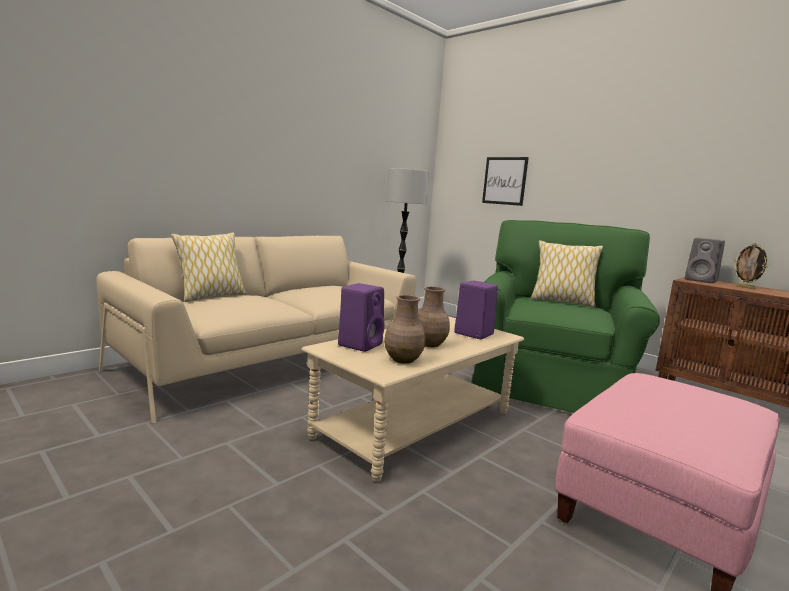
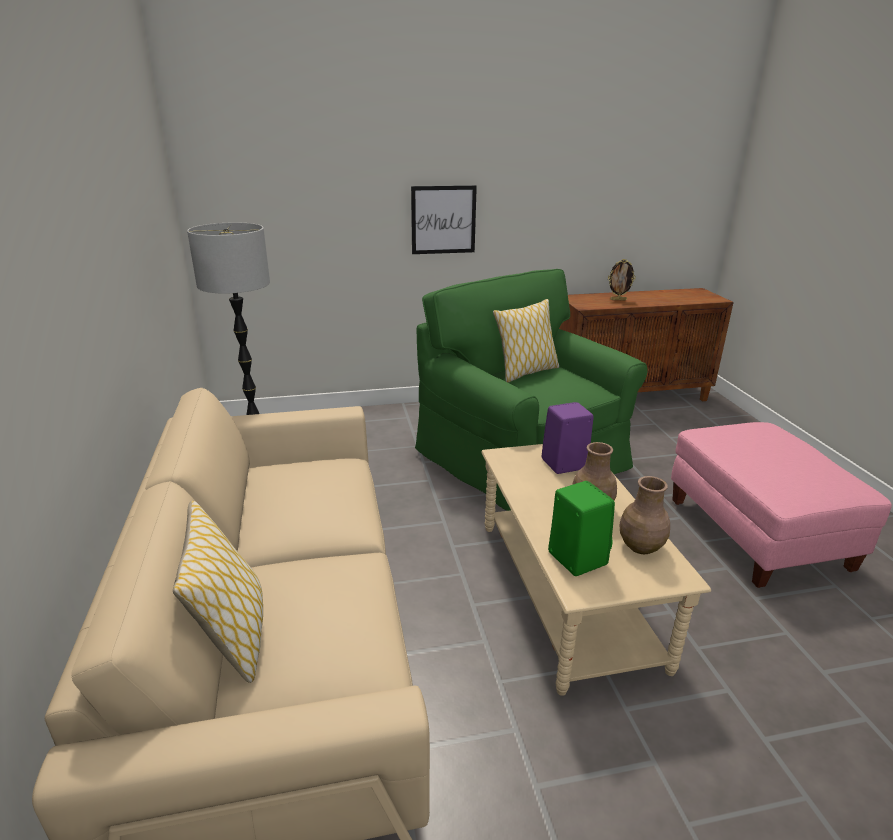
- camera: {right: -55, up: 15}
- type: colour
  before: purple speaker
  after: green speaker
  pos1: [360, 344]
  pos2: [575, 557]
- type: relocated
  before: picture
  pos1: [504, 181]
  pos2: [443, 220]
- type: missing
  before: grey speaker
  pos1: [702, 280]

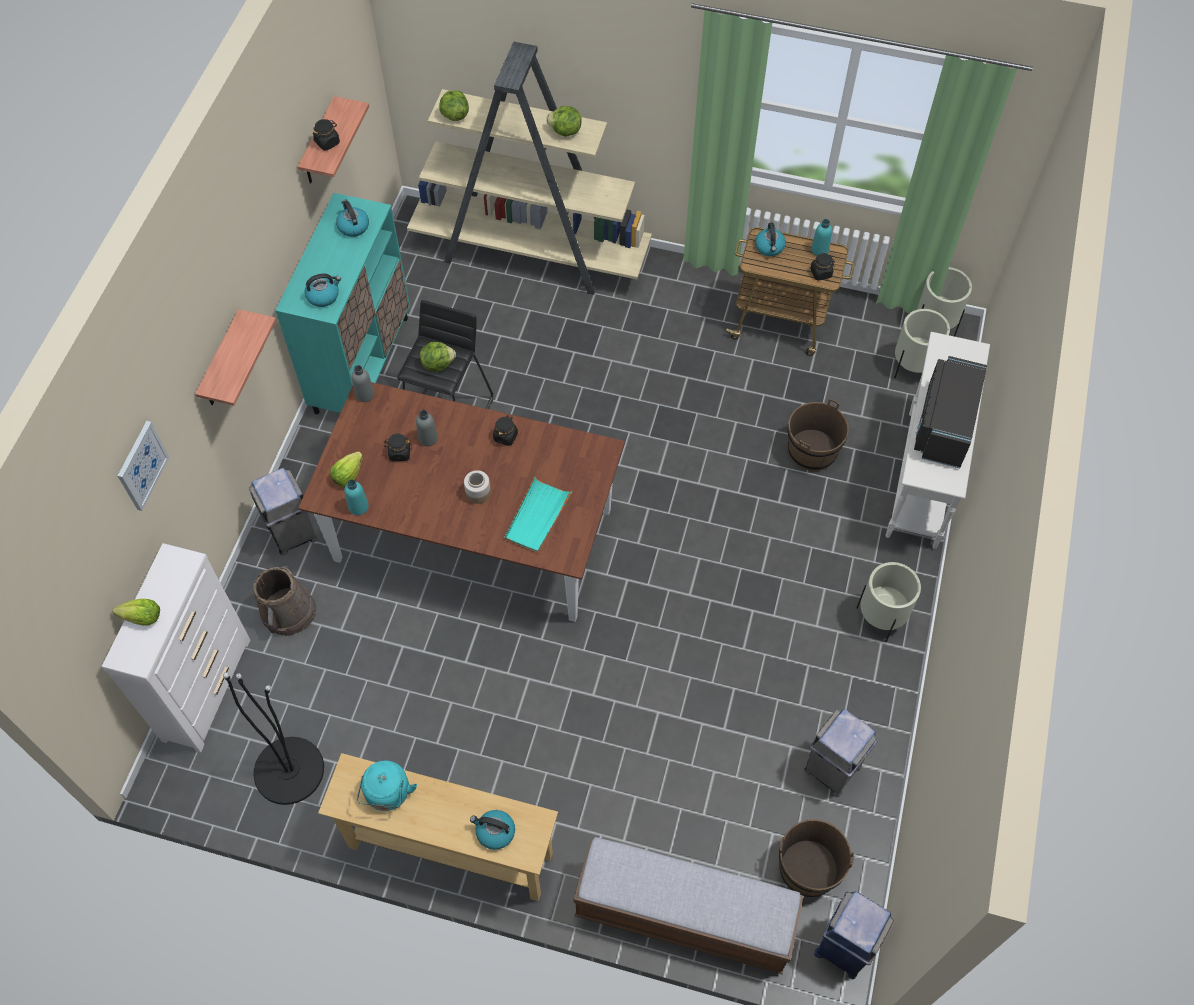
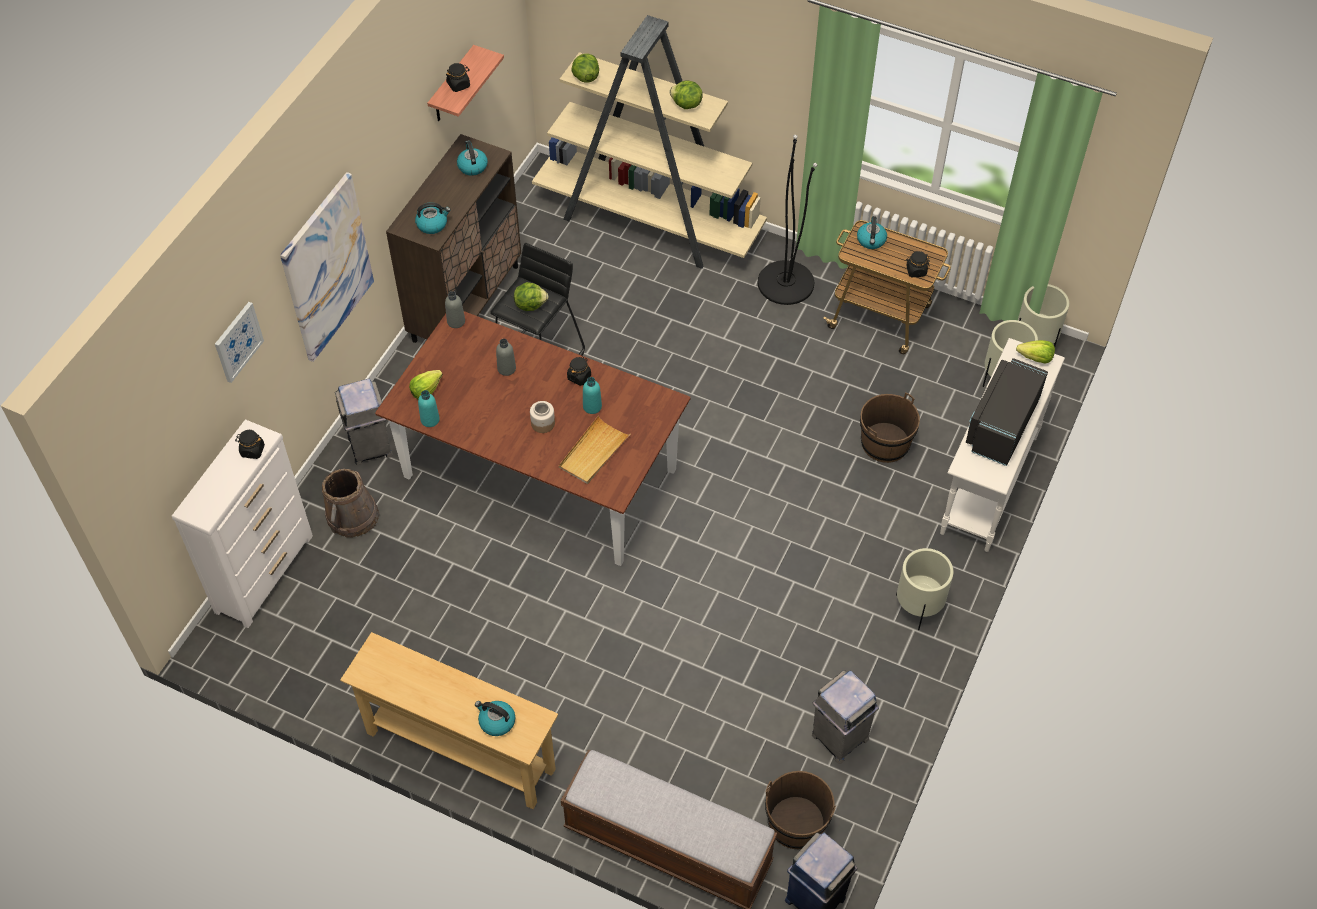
- camera: {right: 10, up: -5}
- type: relocated
  before: lettuce
  pos1: [142, 618]
  pos2: [1035, 358]
- type: exchanged
  before: shelf
  after: picture
  pos1: [221, 362]
  pos2: [327, 267]
- type: relocated
  before: black floor lamp
  pos1: [289, 770]
  pos2: [785, 283]
- type: colour
  before: turquoise cabinet
  after: brown cabinet
  pos1: [362, 364]
  pos2: [466, 302]
- type: missing
  before: turquoise kettle
  pos1: [387, 795]
- type: relocated
  before: black jar
  pos1: [399, 453]
  pos2: [252, 450]
- type: colour
  before: turquoise tray
  after: beige tray
  pos1: [537, 517]
  pos2: [593, 452]
- type: relocated
  before: turquoise bottle
  pos1: [820, 249]
  pos2: [592, 406]

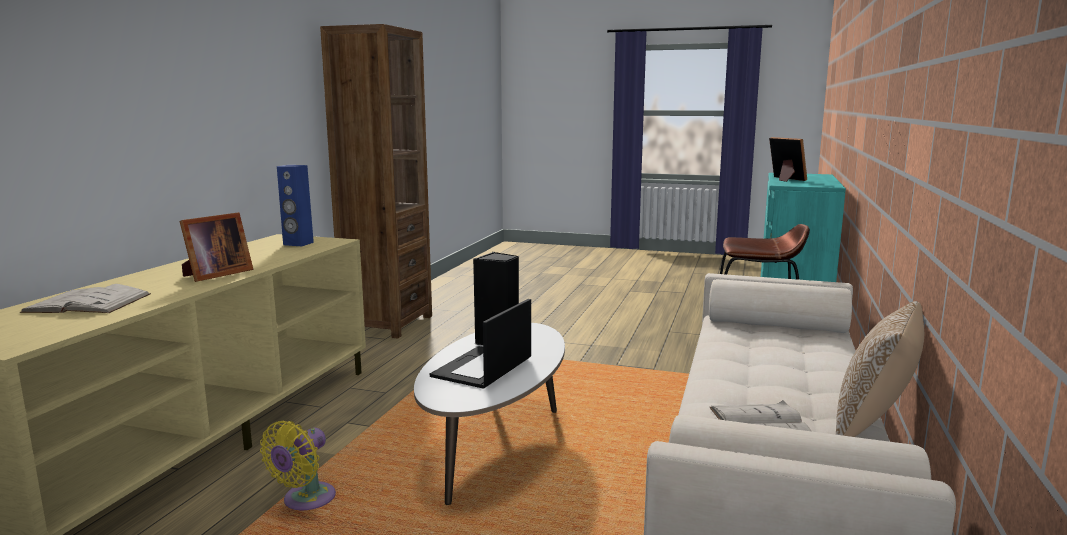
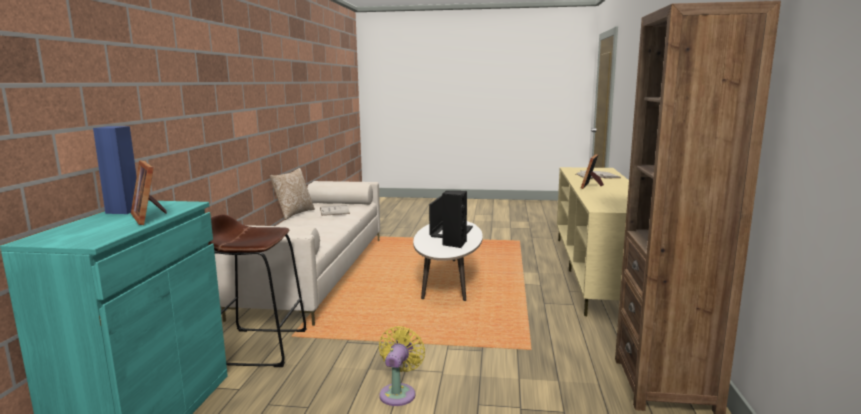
- camera: {right: 170, up: 0}
- type: relocated
  before: yellow fan
  pos1: [305, 501]
  pos2: [399, 393]
- type: relocated
  before: blue speaker
  pos1: [298, 244]
  pos2: [123, 211]

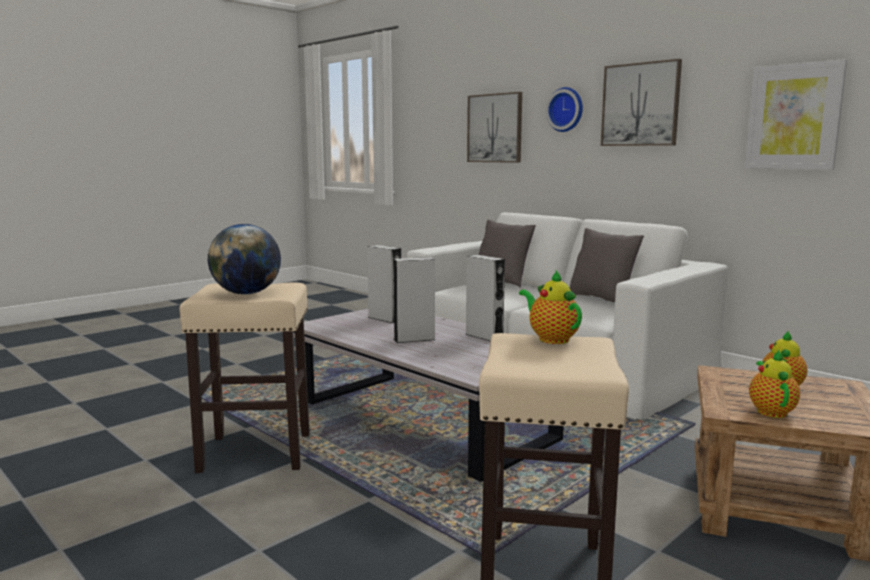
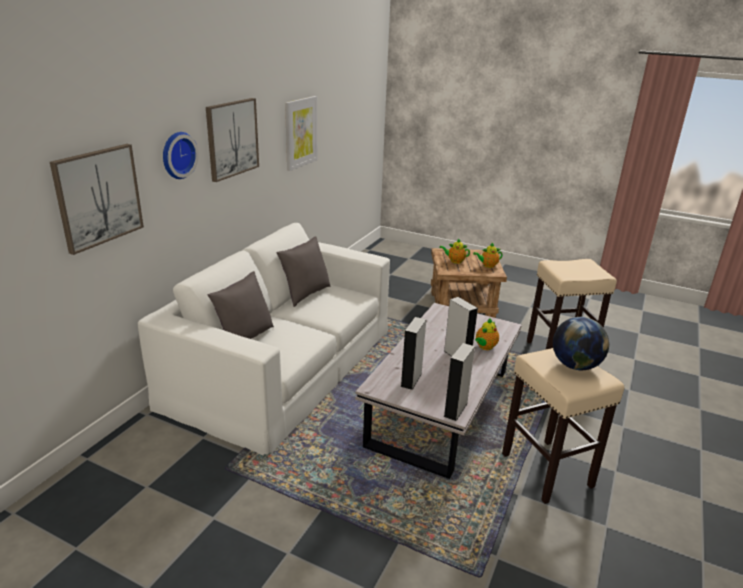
- camera: {right: -110, up: 15}
- type: relocated
  before: grey speaker
  pos1: [484, 336]
  pos2: [455, 409]
- type: relocated
  before: teapot
  pos1: [551, 339]
  pos2: [485, 347]

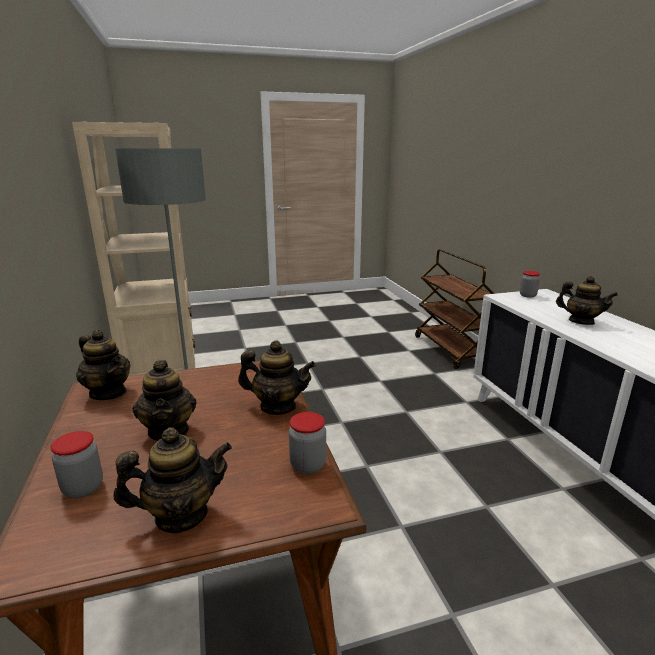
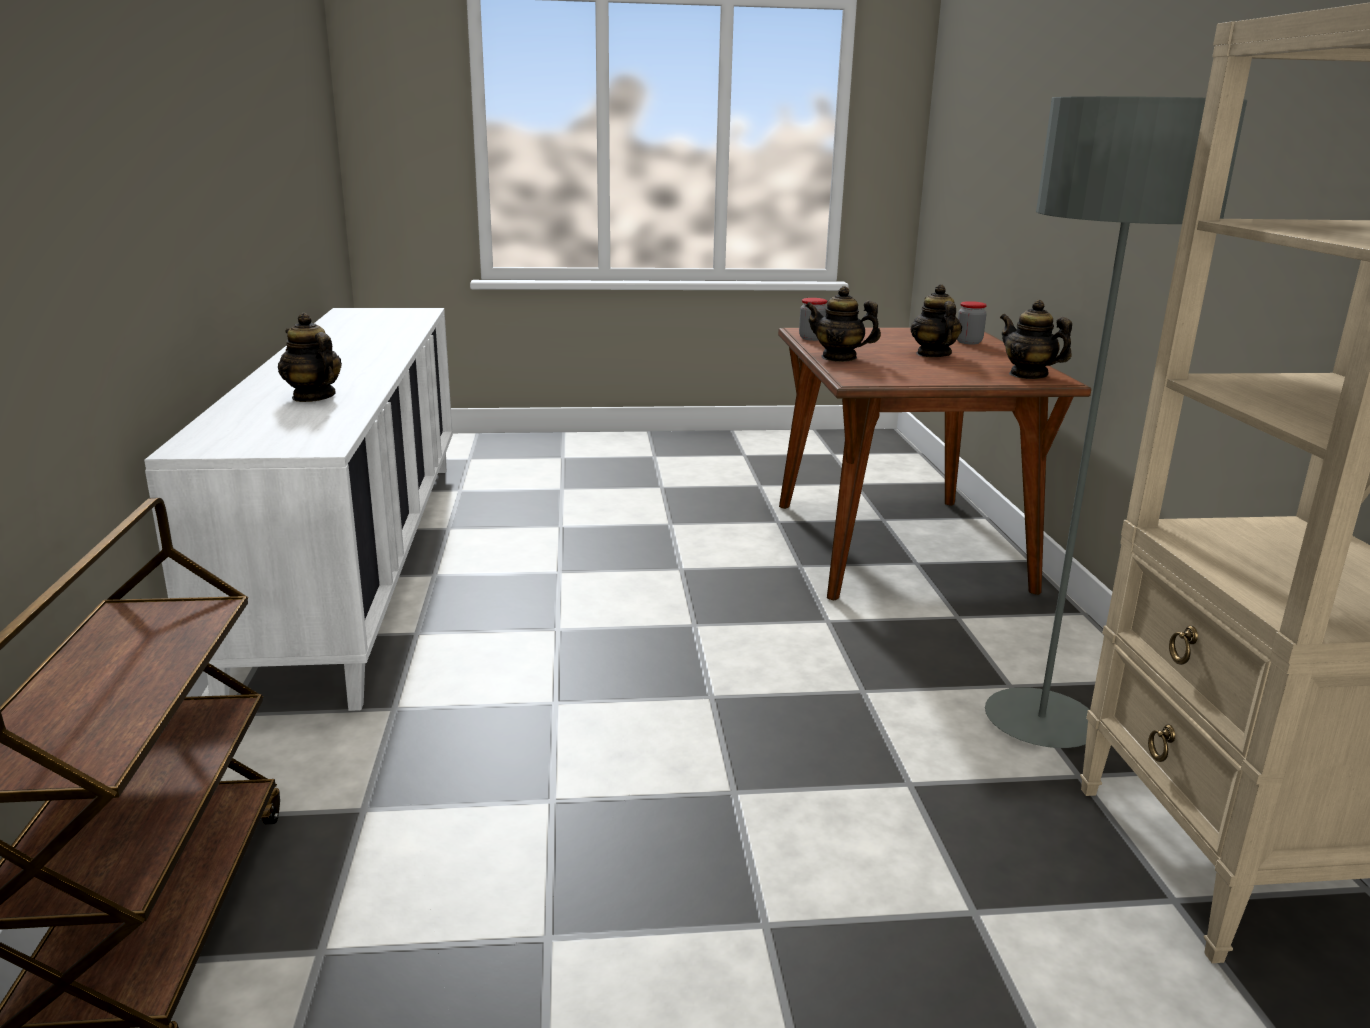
- camera: {right: -170, up: 0}
- type: missing
  before: teapot
  pos1: [181, 515]
- type: missing
  before: jar
  pos1: [527, 295]

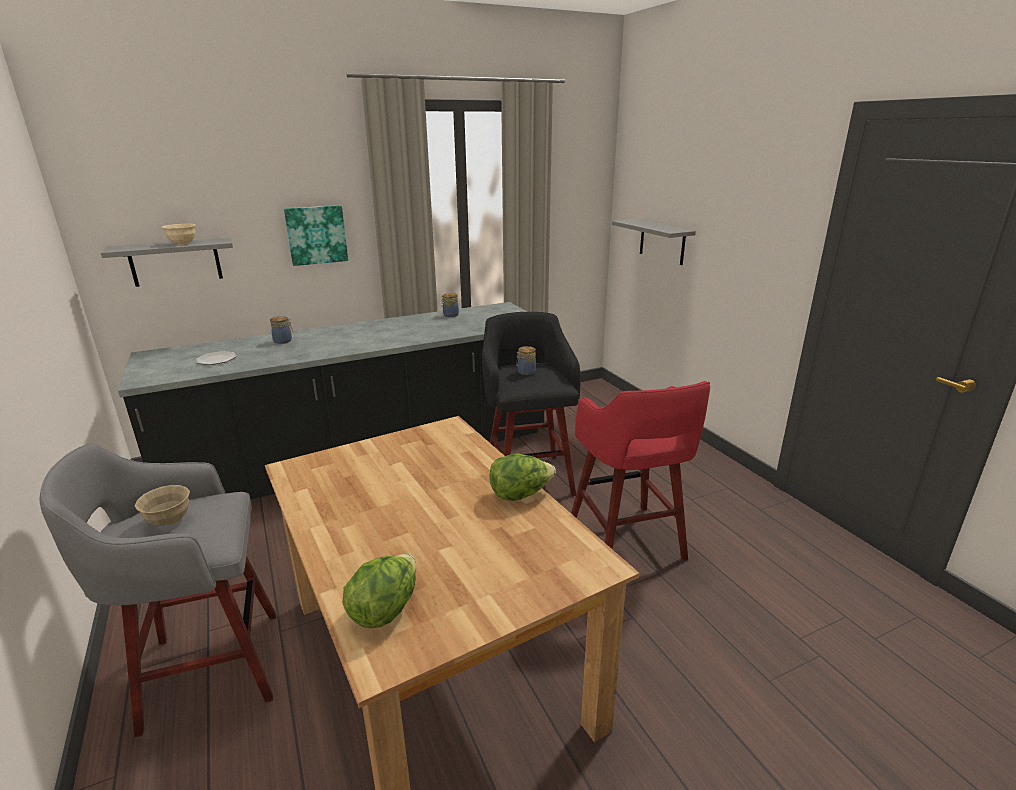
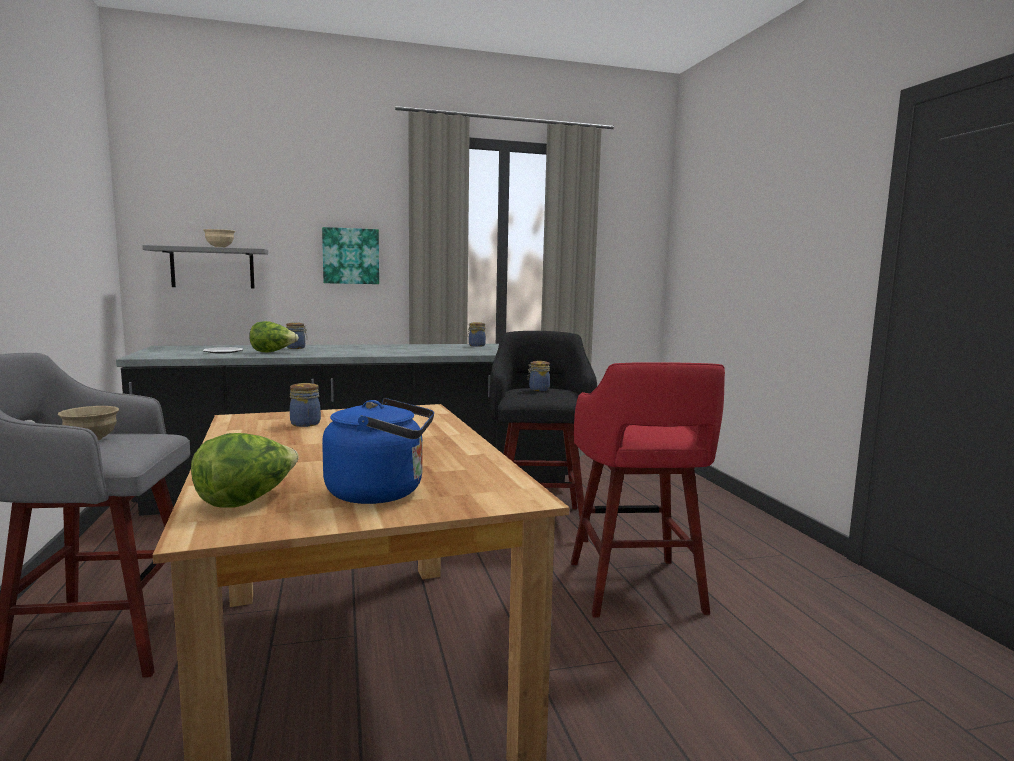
- camera: {right: 10, up: -15}
- type: relocated
  before: lettuce
  pos1: [520, 494]
  pos2: [272, 352]
- type: missing
  before: grey shelf
  pos1: [662, 242]
- type: appeared
  after: jar
  pos2: [306, 423]
- type: appeared
  after: blue kettle
  pos2: [381, 492]

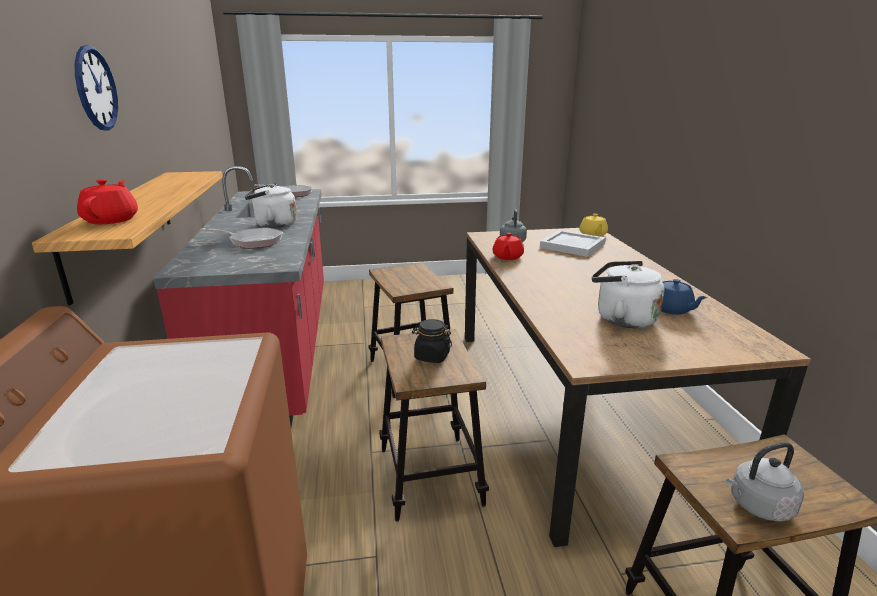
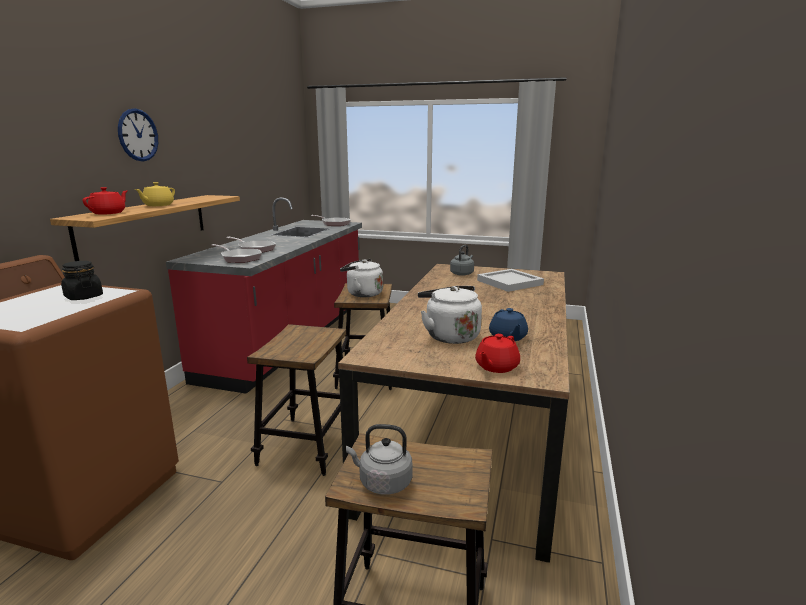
- camera: {right: 25, up: -5}
- type: relocated
  before: white kettle
  pos1: [273, 224]
  pos2: [362, 294]
- type: relocated
  before: black jar
  pos1: [431, 356]
  pos2: [83, 297]
- type: relocated
  before: red teapot
  pos1: [507, 257]
  pos2: [496, 367]
- type: relocated
  before: yellow teapot
  pos1: [592, 235]
  pos2: [158, 205]
- type: appeared
  after: frying pan
  pos2: [239, 258]

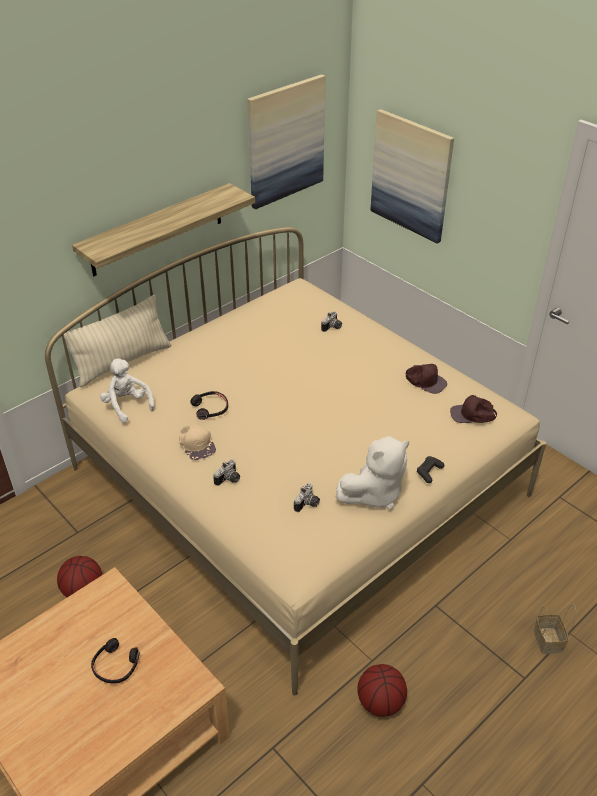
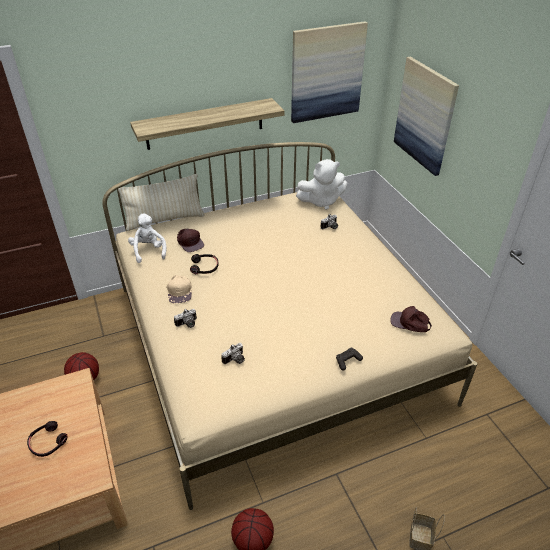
- camera: {right: 20, up: 0}
- type: relocated
  before: white plush toy
  pos1: [374, 493]
  pos2: [321, 201]
- type: relocated
  before: brown cap
  pos1: [425, 381]
  pos2: [190, 242]

